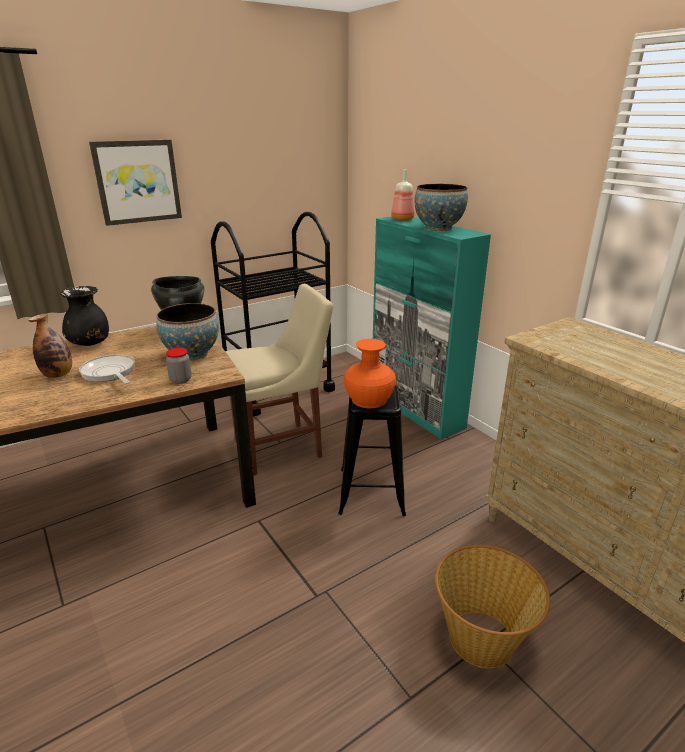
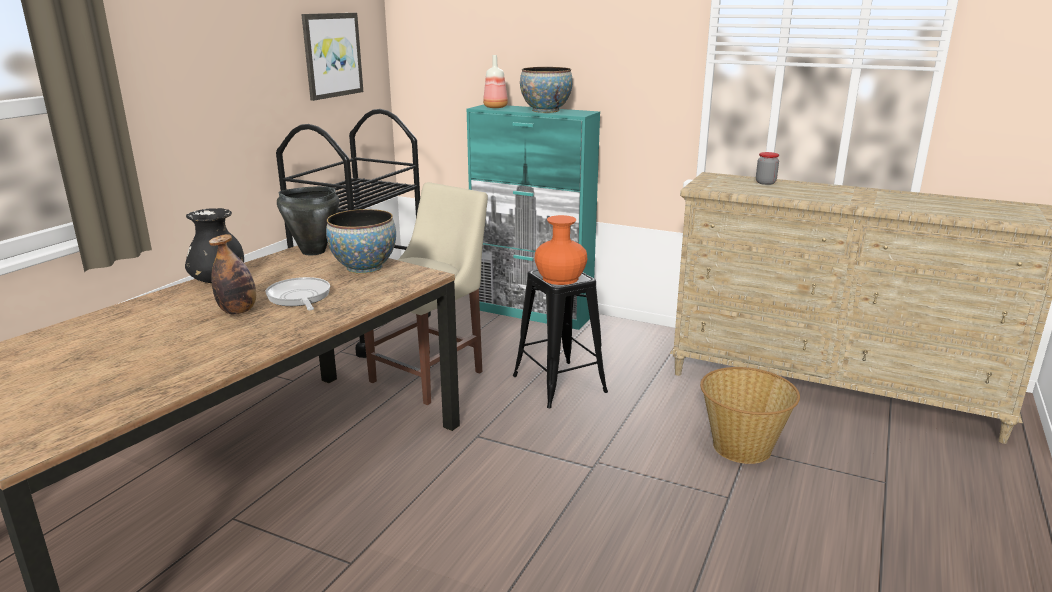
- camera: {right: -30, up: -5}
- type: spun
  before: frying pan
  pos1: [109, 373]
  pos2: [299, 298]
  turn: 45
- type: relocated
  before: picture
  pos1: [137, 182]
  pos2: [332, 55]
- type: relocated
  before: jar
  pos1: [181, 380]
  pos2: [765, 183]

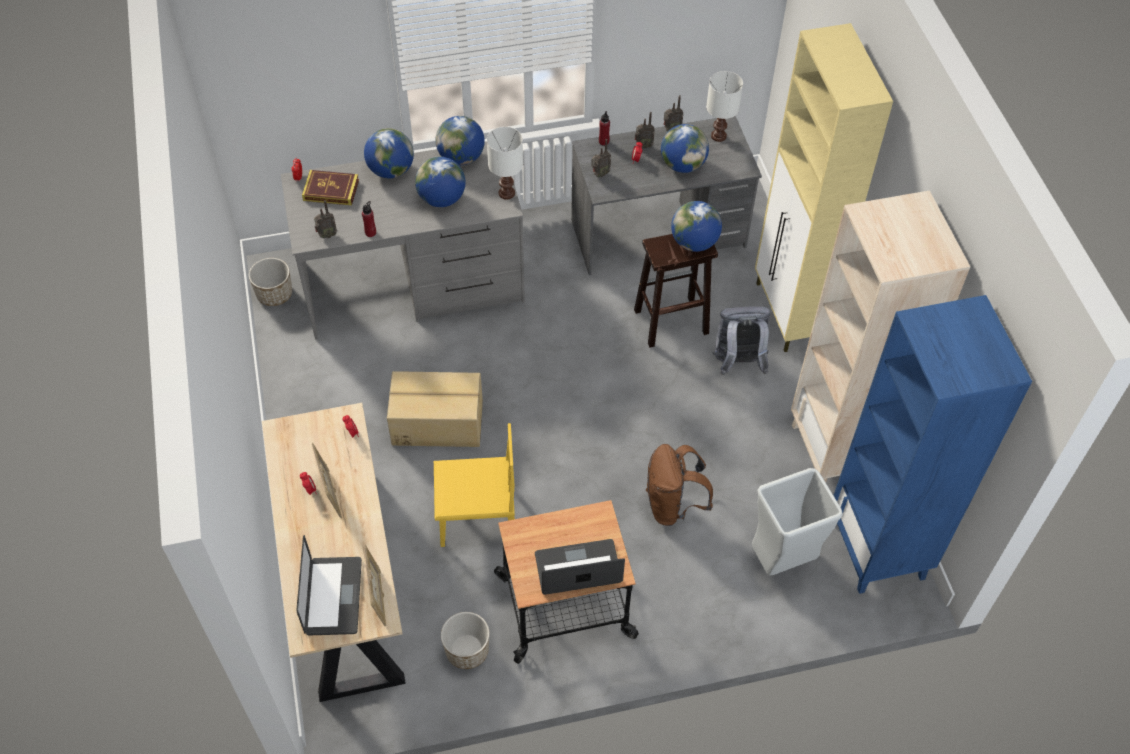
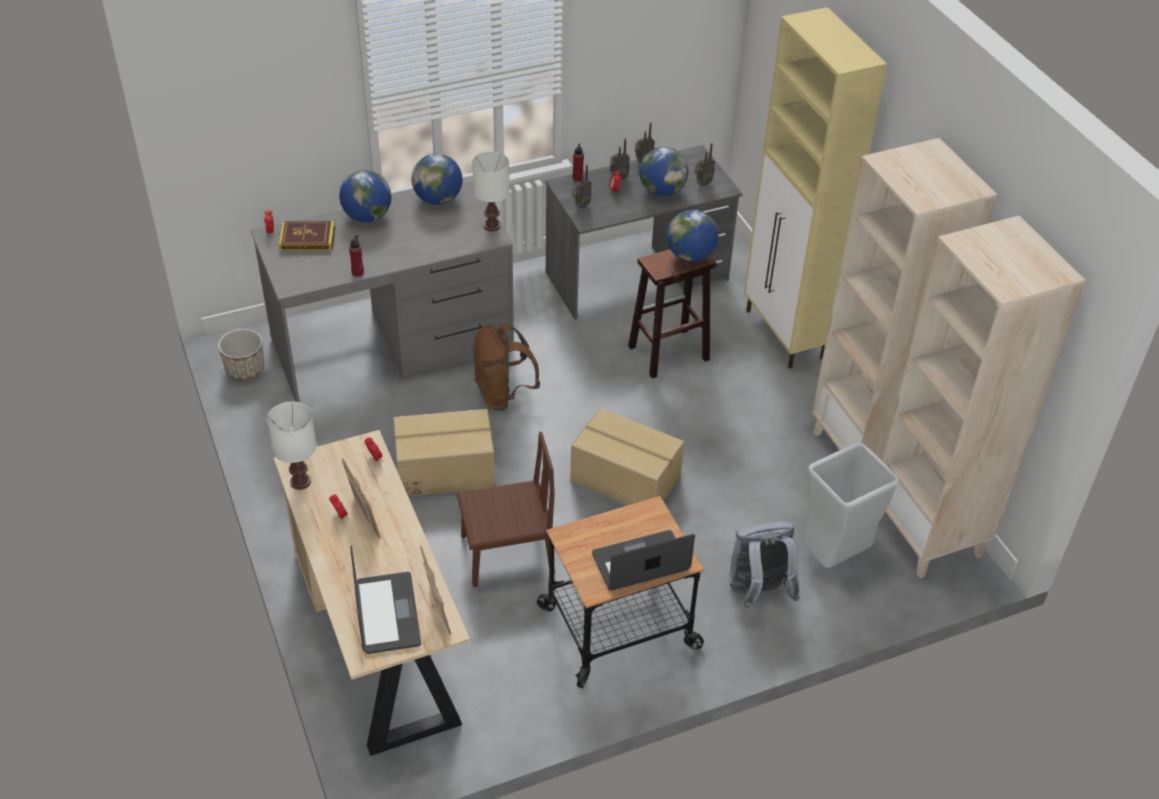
- camera: {right: -10, up: -10}
- type: relocated
  before: radio
  pos1: [326, 235]
  pos2: [702, 183]
- type: missing
  before: globe
  pos1: [442, 199]
- type: colour
  before: yellow chair
  after: brown chair
  pos1: [477, 517]
  pos2: [507, 554]
- type: missing
  before: planter
  pos1: [467, 650]
- type: relocated
  before: brown backpack
  pos1: [673, 505]
  pos2: [503, 395]
- type: relocated
  before: white table lamp
  pos1: [719, 136]
  pos2: [301, 482]
- type: relocated
  before: grey backpack
  pos1: [737, 363]
  pos2: [758, 592]
- type: colour
  before: blue bookcase
  after: beige bookcase
  pos1: [878, 550]
  pos2: [928, 536]
- type: appeared
  after: cardboard box
  pos2: [625, 480]

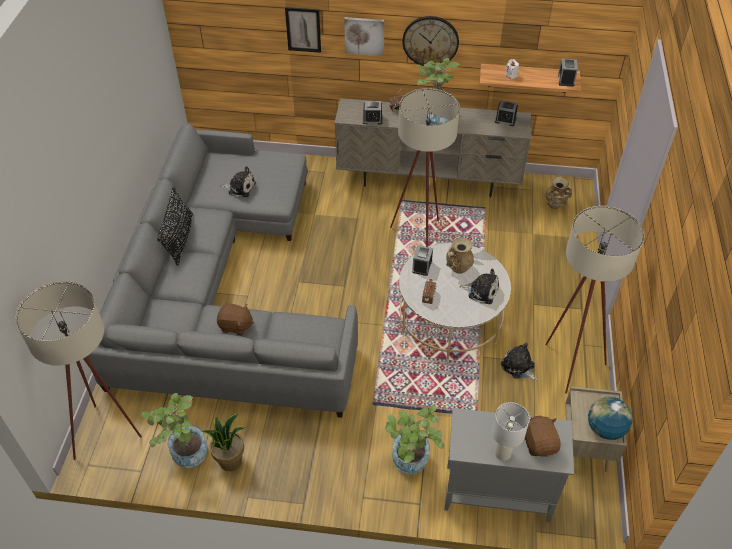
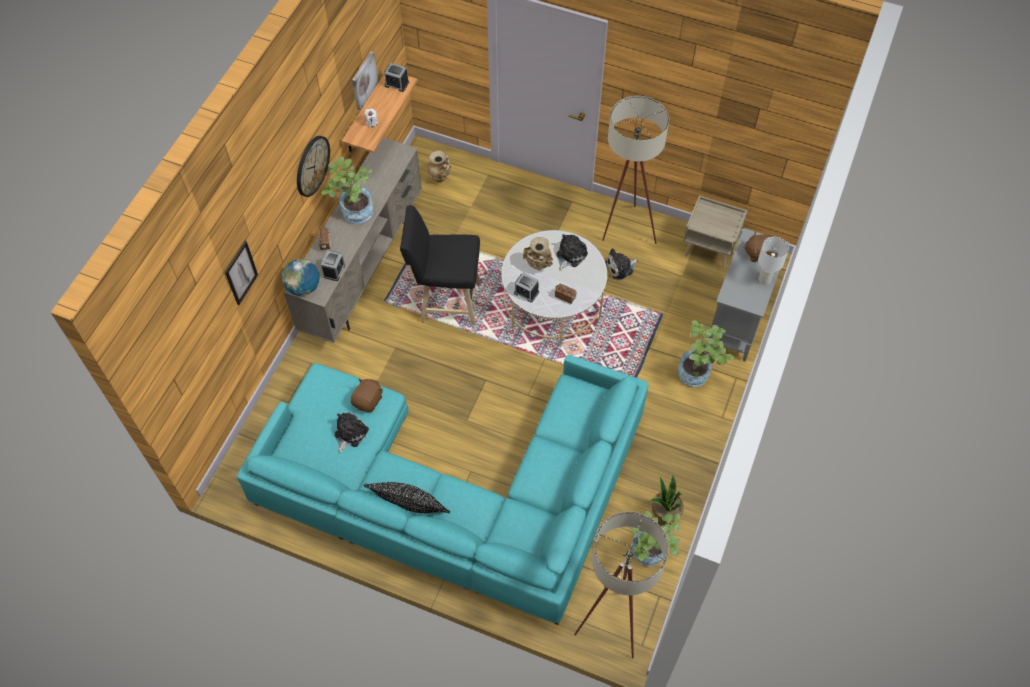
- camera: {right: -75, up: 10}
- type: colour
  before: grey sofa
  after: turquoise sofa
  pos1: [223, 289]
  pos2: [454, 493]
- type: relocated
  before: brown plush toy
  pos1: [236, 326]
  pos2: [368, 401]
- type: relocated
  before: picture
  pos1: [364, 35]
  pos2: [363, 80]
- type: exchanged
  before: beige floor lamp
  after: black stool
  pos1: [419, 240]
  pos2: [446, 300]
- type: missing
  before: alarm clock
  pos1: [505, 120]
- type: relocated
  before: globe
  pos1: [605, 429]
  pos2: [303, 287]

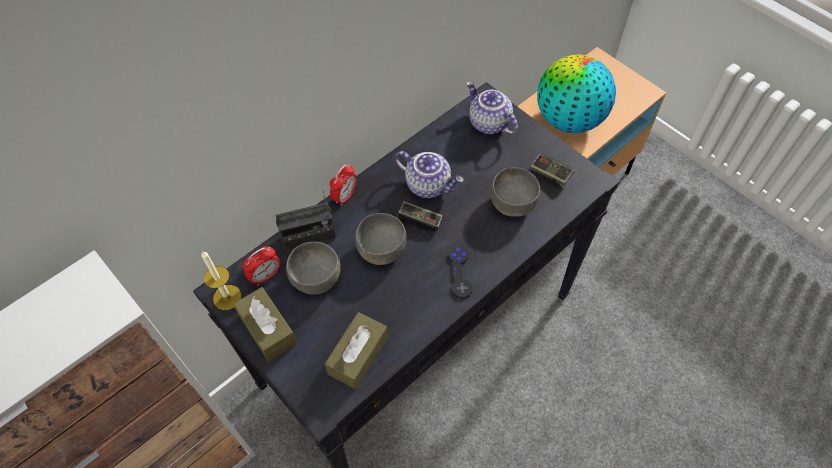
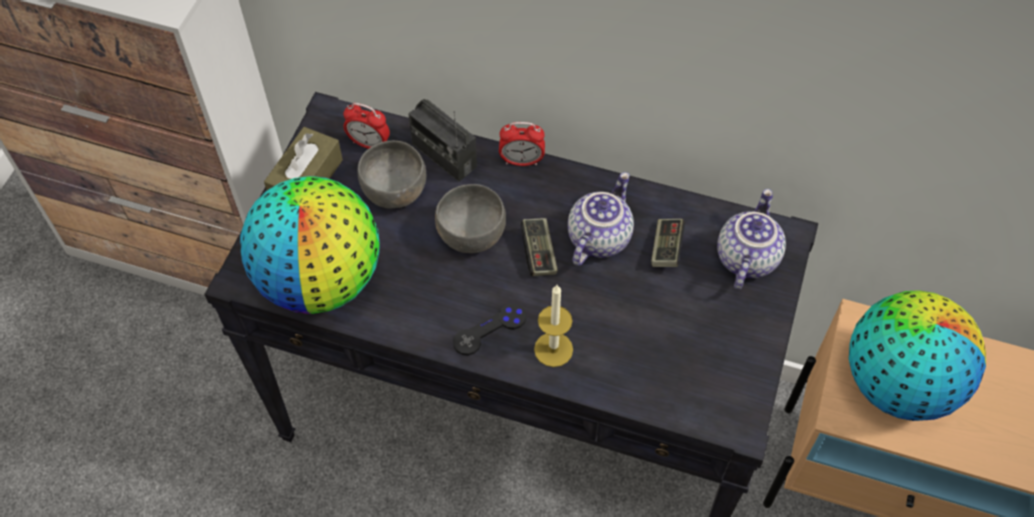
- camera: {right: 60, up: 0}
- type: relocated
  before: candle
  pos1: [227, 297]
  pos2: [553, 349]
- type: exchanged
  before: brown tissue box
  after: globe
  pos1: [358, 355]
  pos2: [321, 279]
- type: spun
  before: teapot
  pos1: [429, 185]
  pos2: [597, 237]
  turn: -150
- type: missing
  before: grey bowl
  pos1: [512, 202]
- type: relocated
  before: game controller
  pos1: [550, 174]
  pos2: [666, 248]

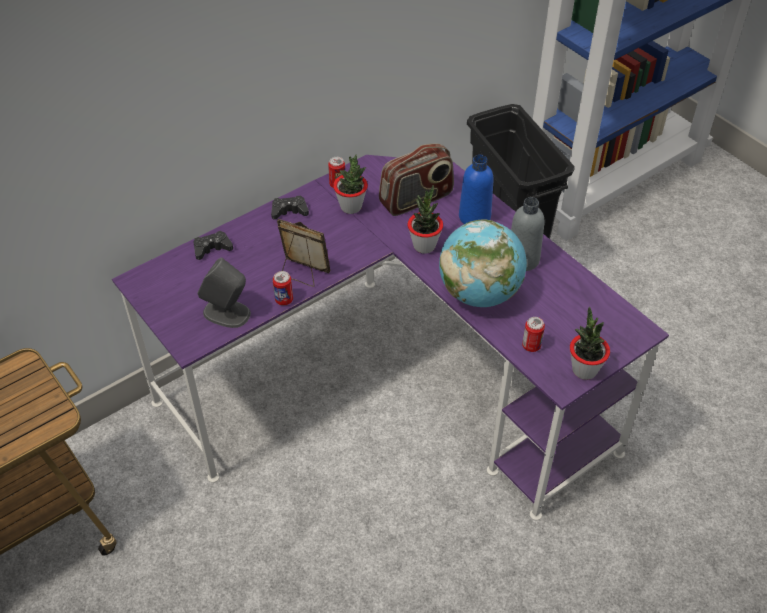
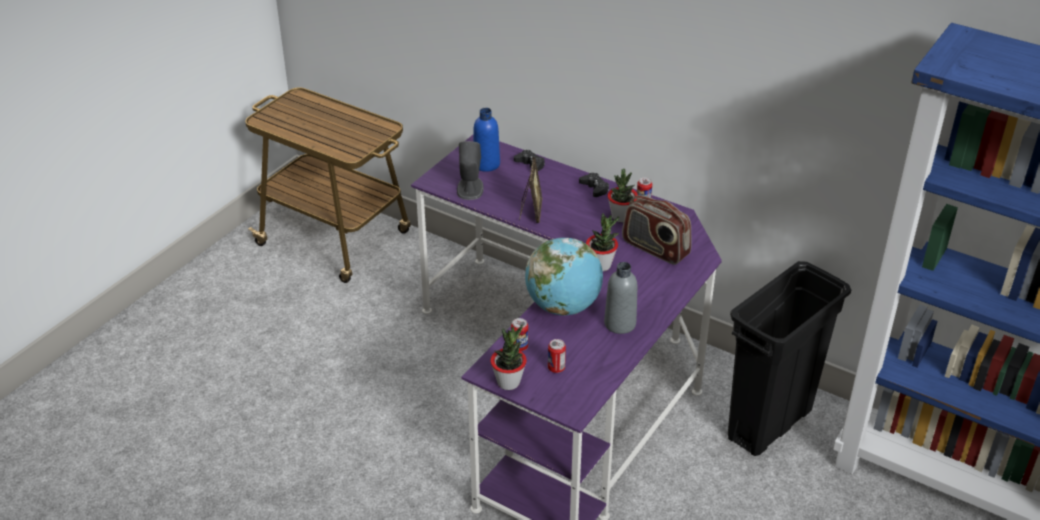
- camera: {right: 70, up: -10}
- type: relocated
  before: can
  pos1: [284, 300]
  pos2: [556, 368]
- type: relocated
  before: blue bottle
  pos1: [474, 217]
  pos2: [486, 164]

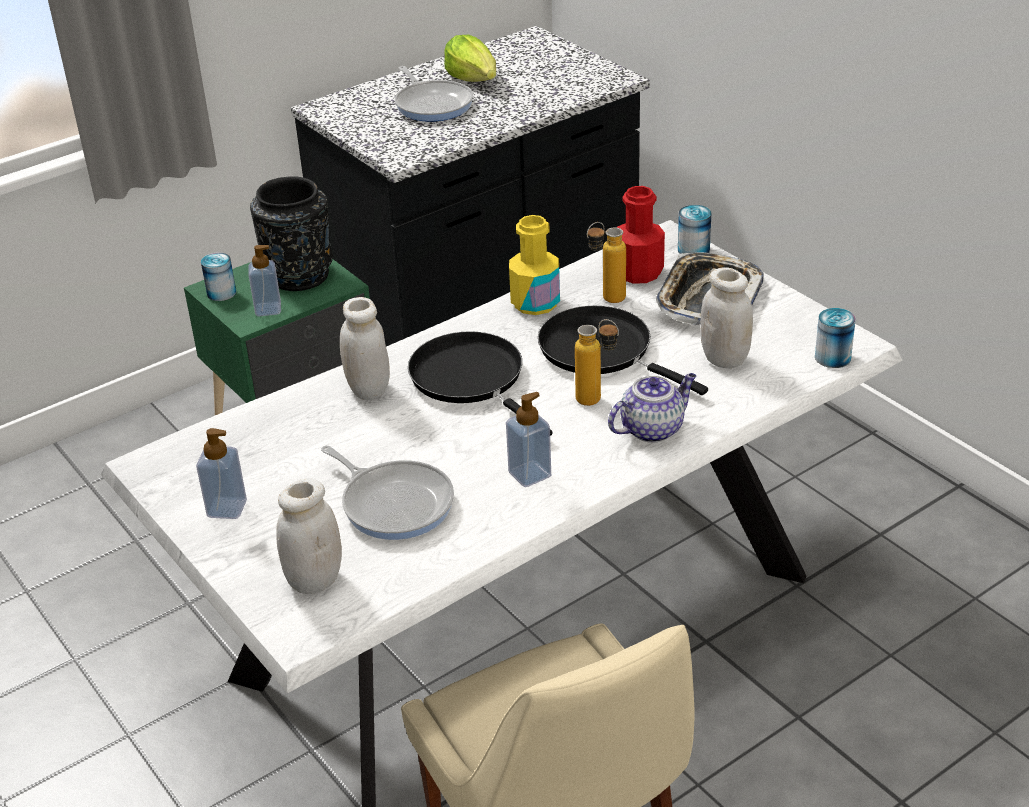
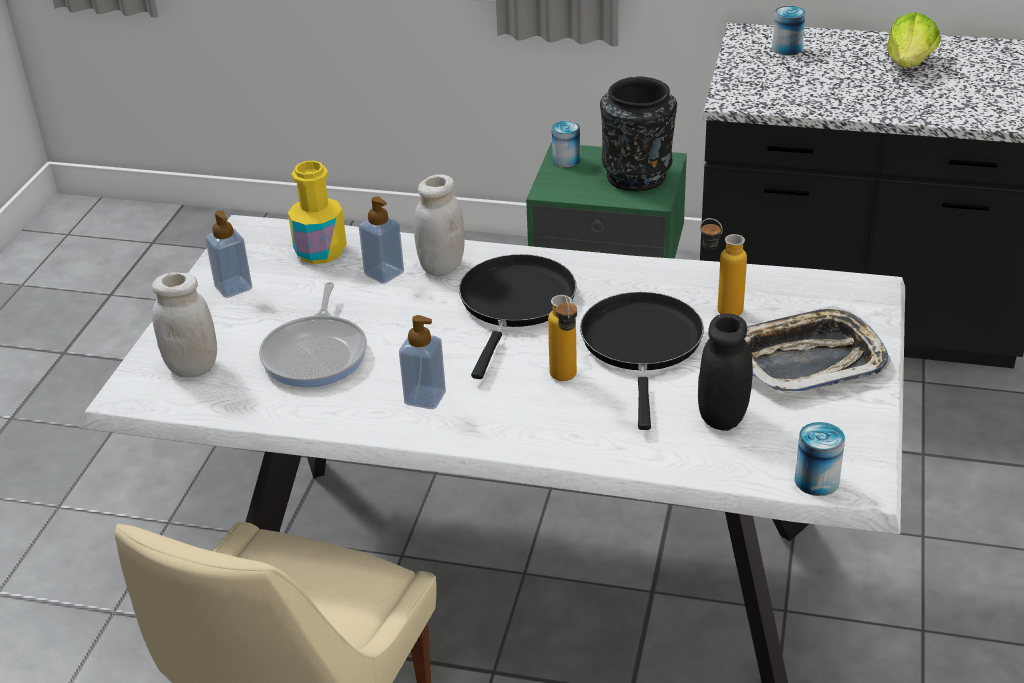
- camera: {right: 50, up: 0}
- type: relocated
  before: soap dispenser
  pos1: [268, 309]
  pos2: [384, 273]
- type: missing
  before: frying pan
  pos1: [432, 104]
- type: relocated
  before: yellow bottle
  pos1: [535, 303]
  pos2: [320, 251]
- type: missing
  before: teapot
  pos1: [652, 428]
- type: missing
  before: red bottle
  pos1: [638, 272]
- type: relocated
  before: can
  pos1: [693, 250]
  pos2: [787, 49]
- type: colour
  before: white jar
  after: black jar
  pos1: [724, 359]
  pos2: [722, 417]

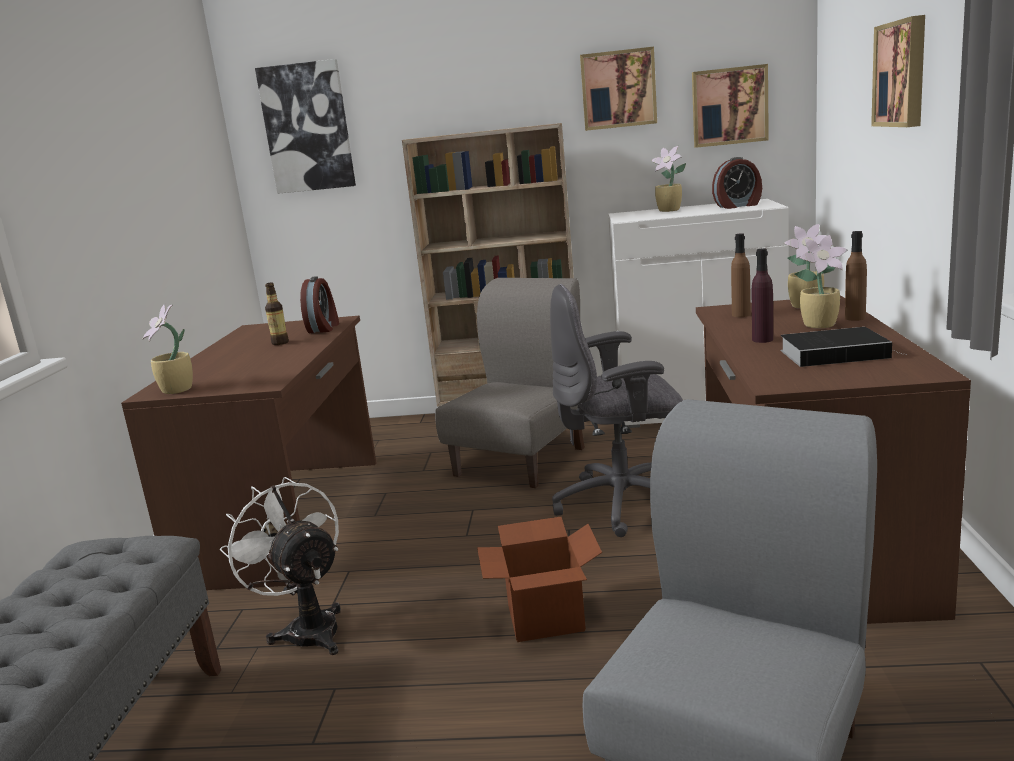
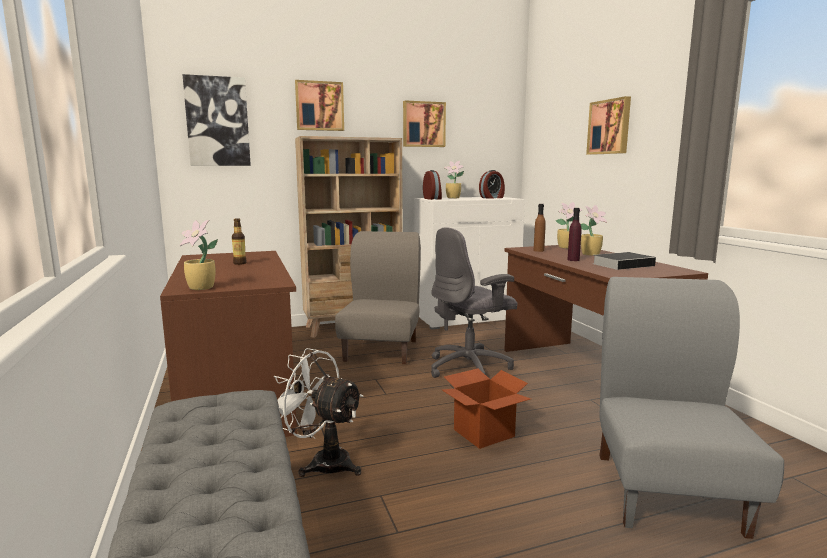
- camera: {right: -25, up: -5}
- type: relocated
  before: alarm clock
  pos1: [324, 328]
  pos2: [432, 199]
- type: relocated
  before: picture
  pos1: [729, 106]
  pos2: [319, 106]
- type: missing
  before: brown bottle
  pos1: [855, 318]

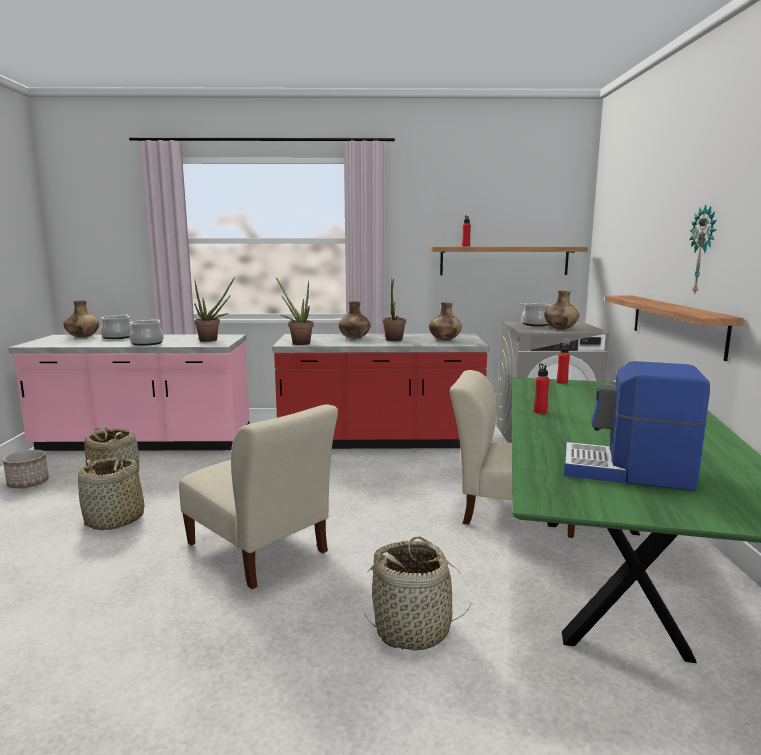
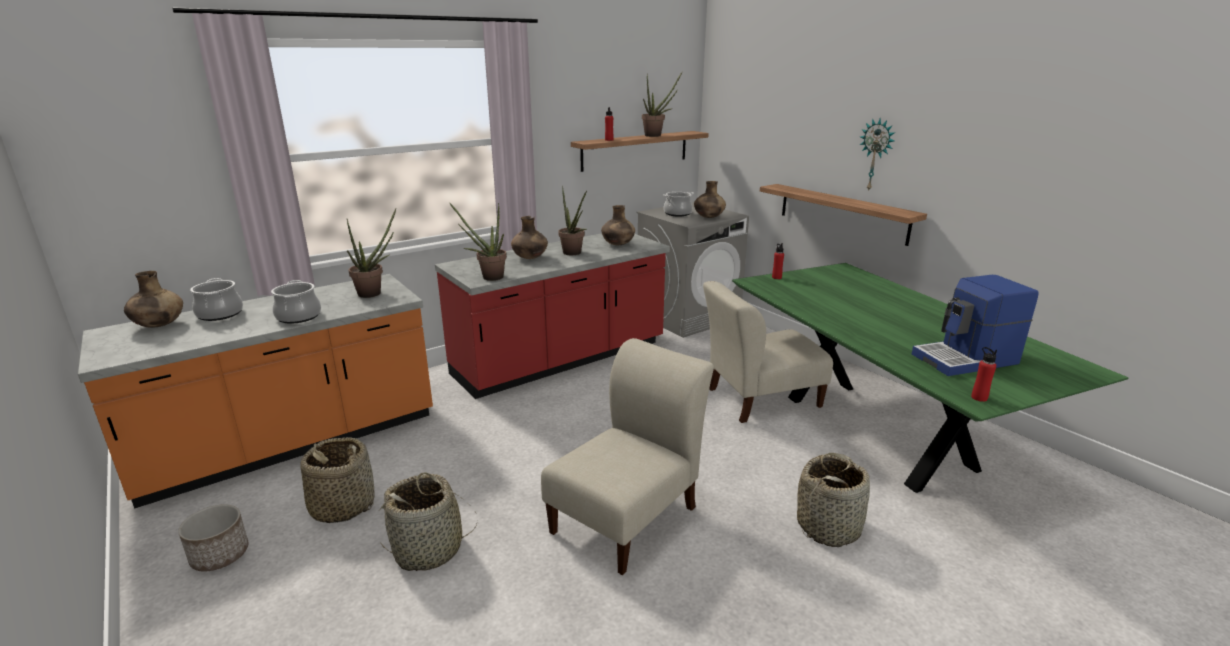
- camera: {right: -35, up: 10}
- type: colour
  before: pink counter
  after: orange counter
  pos1: [144, 443]
  pos2: [292, 443]
- type: spun
  before: beige chair
  pos1: [259, 551]
  pos2: [628, 516]
  turn: -60
- type: relocated
  before: red bottle
  pos1: [540, 411]
  pos2: [979, 397]
- type: appeared
  after: potted plant
  pos2: [656, 135]

